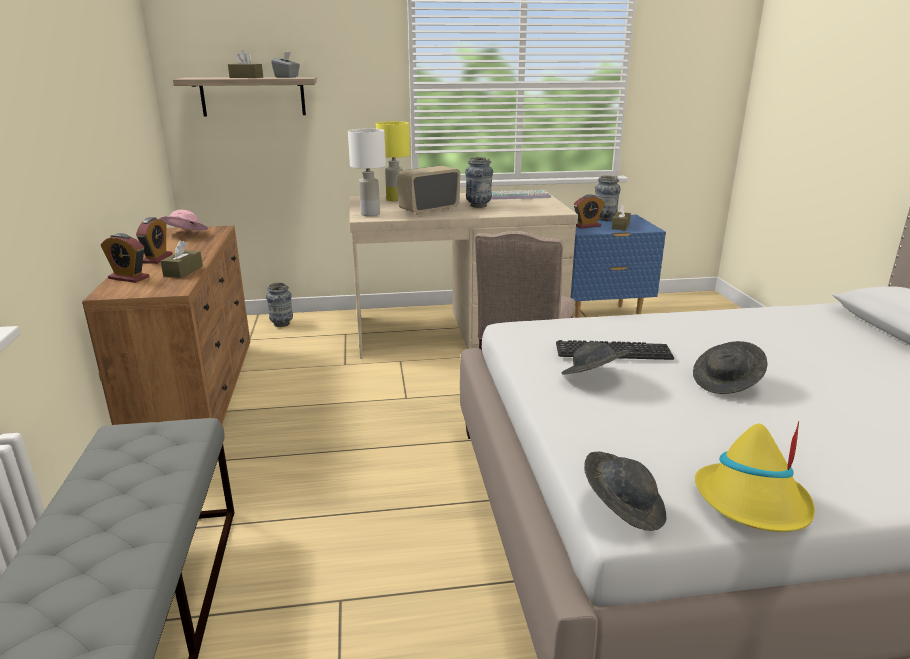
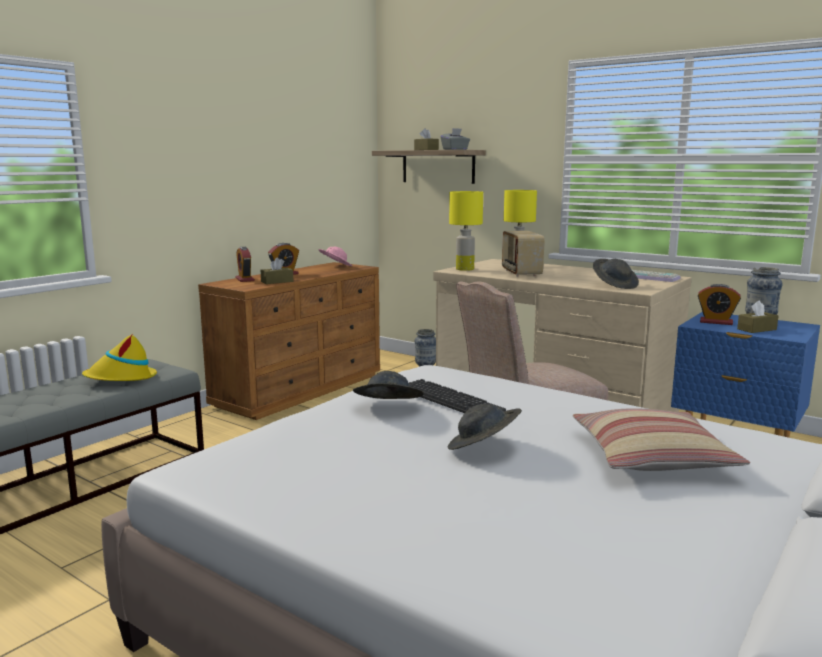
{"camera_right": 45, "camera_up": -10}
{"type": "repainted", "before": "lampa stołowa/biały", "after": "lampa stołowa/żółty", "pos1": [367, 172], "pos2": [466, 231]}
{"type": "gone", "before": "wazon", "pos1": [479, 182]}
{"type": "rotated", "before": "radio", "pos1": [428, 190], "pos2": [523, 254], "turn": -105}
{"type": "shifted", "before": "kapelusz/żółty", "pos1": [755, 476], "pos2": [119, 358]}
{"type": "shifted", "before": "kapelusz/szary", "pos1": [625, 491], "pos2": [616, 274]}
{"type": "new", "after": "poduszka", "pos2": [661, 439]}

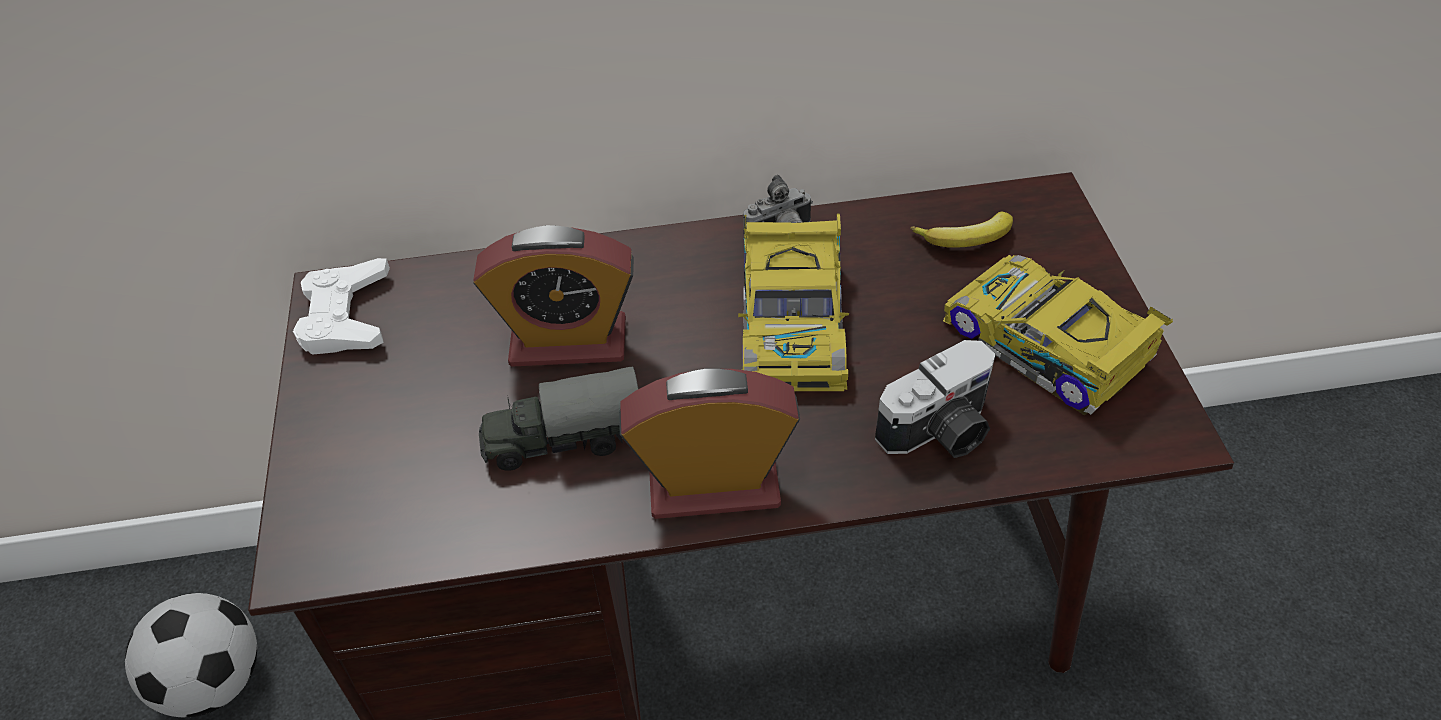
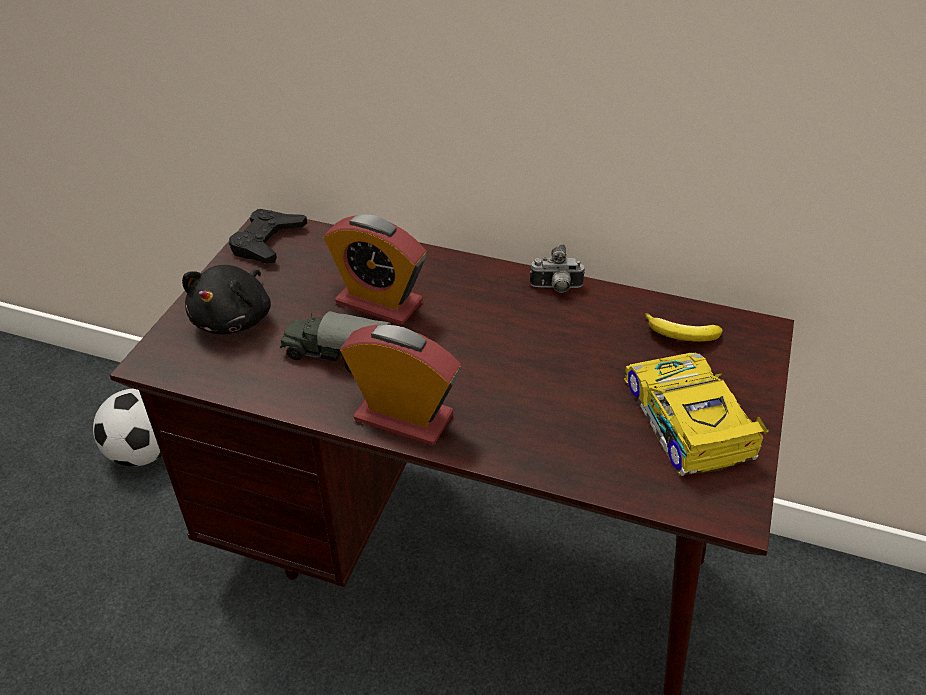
{"camera_right": 25, "camera_up": -5}
{"type": "gone", "before": "samochodzik", "pos1": [793, 303]}
{"type": "repainted", "before": "pad do gier/biały", "after": "pad do gier/czarny", "pos1": [341, 306], "pos2": [268, 236]}
{"type": "gone", "before": "aparat fotograficzny", "pos1": [935, 399]}
{"type": "new", "after": "pluszak/czarny", "pos2": [226, 299]}

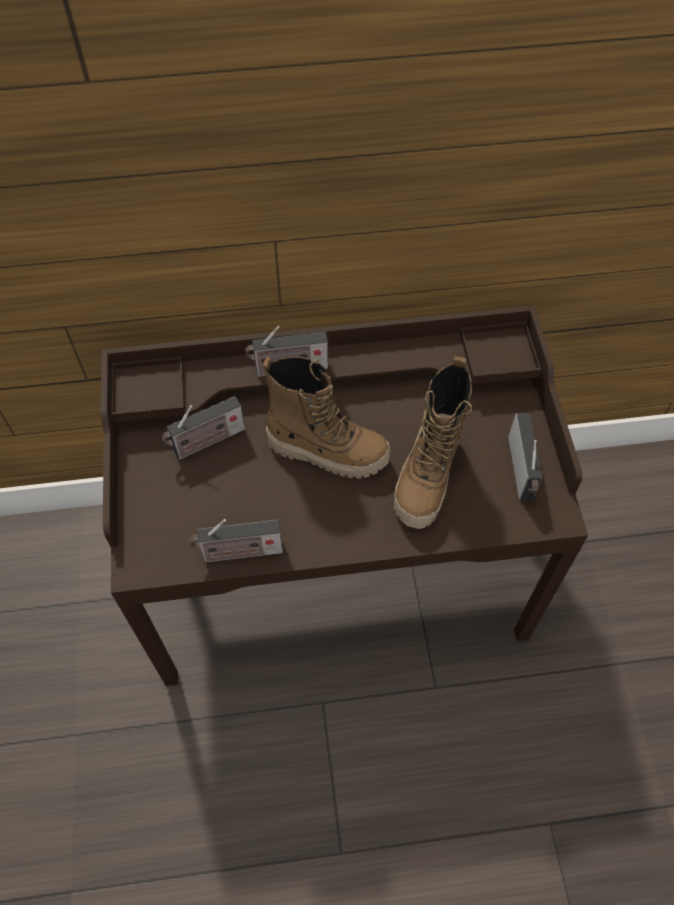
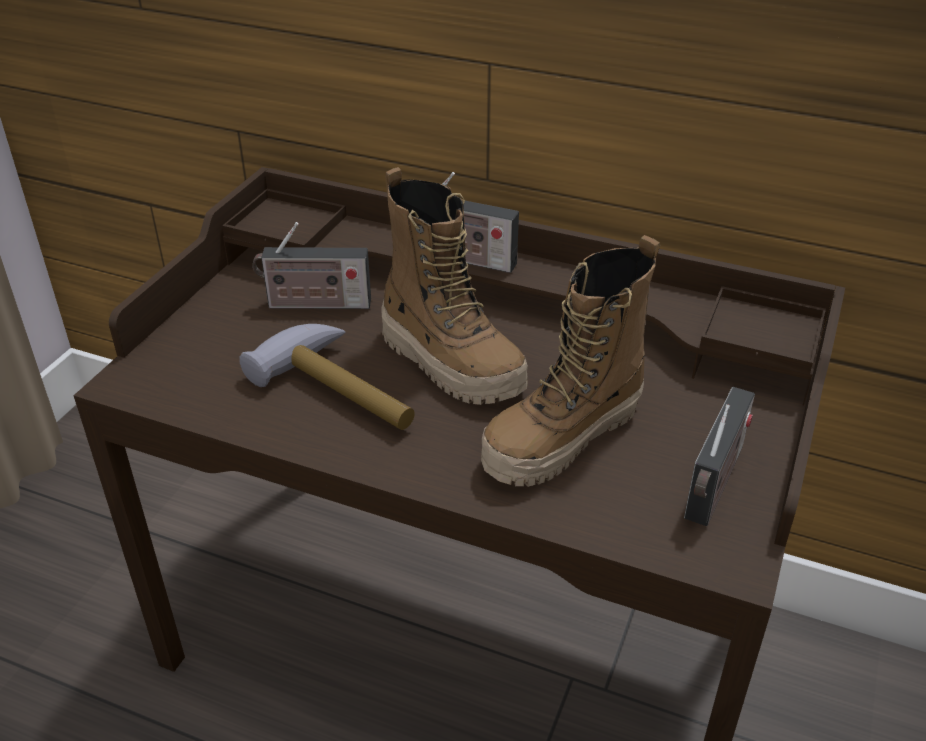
{"camera_right": 30, "camera_up": -20}
{"type": "gone", "before": "radio", "pos1": [236, 541]}
{"type": "new", "after": "młotek", "pos2": [327, 377]}

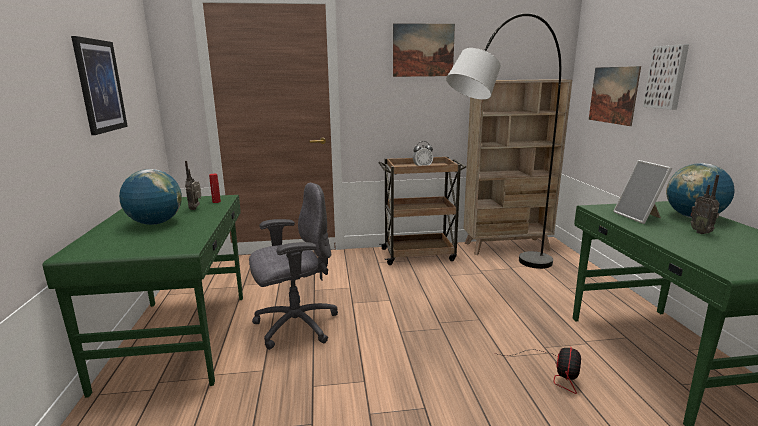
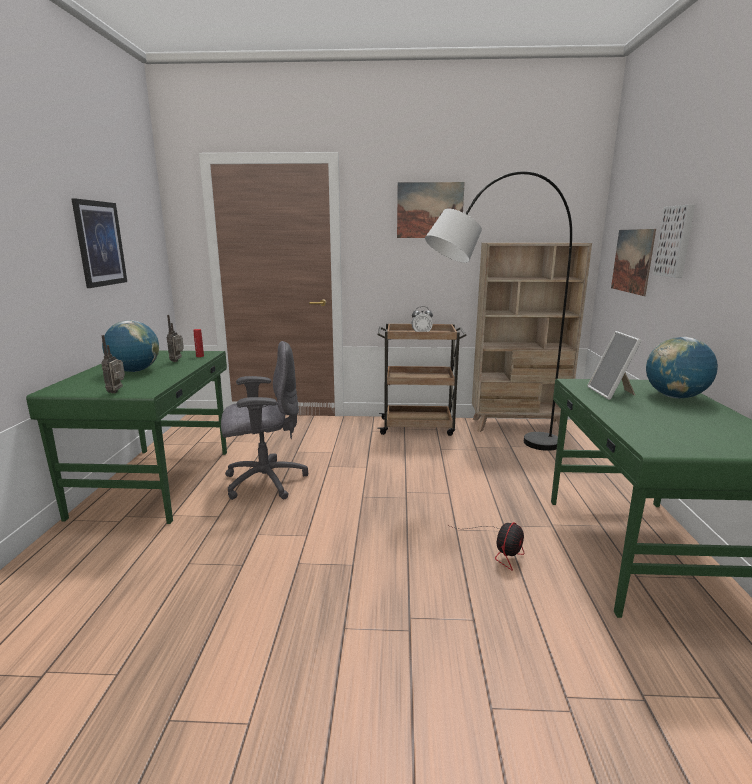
{"camera_right": 10, "camera_up": 0}
{"type": "shifted", "before": "radio", "pos1": [705, 204], "pos2": [113, 364]}

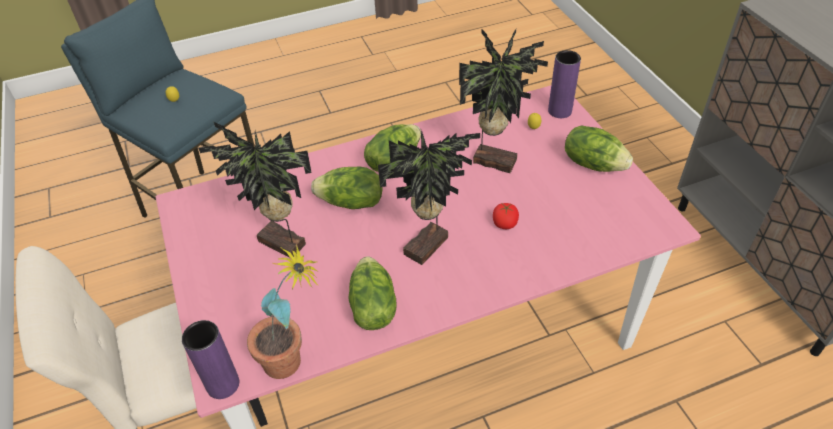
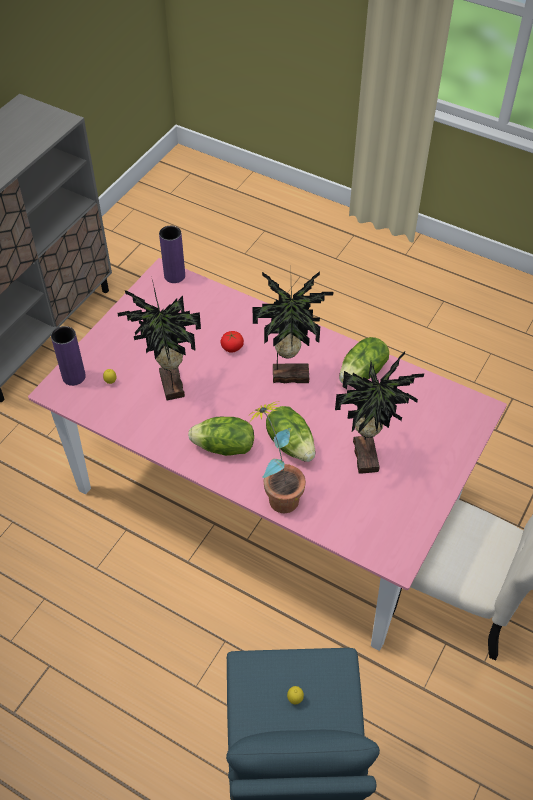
{"camera_right": -130, "camera_up": 5}
{"type": "gone", "before": "sałata", "pos1": [599, 148]}
{"type": "shifted", "before": "roślina doniczkowa", "pos1": [283, 311], "pos2": [277, 457]}
{"type": "shifted", "before": "wazon/fioletowy", "pos1": [210, 359], "pos2": [172, 254]}

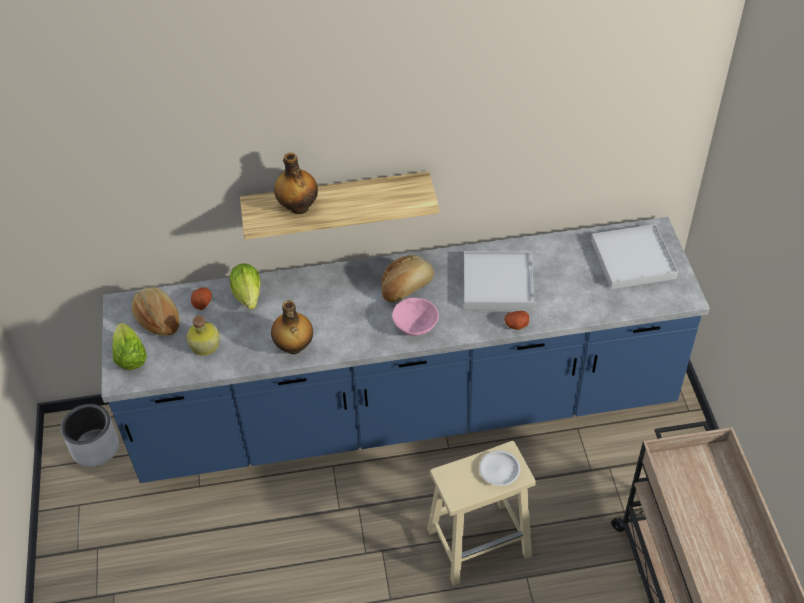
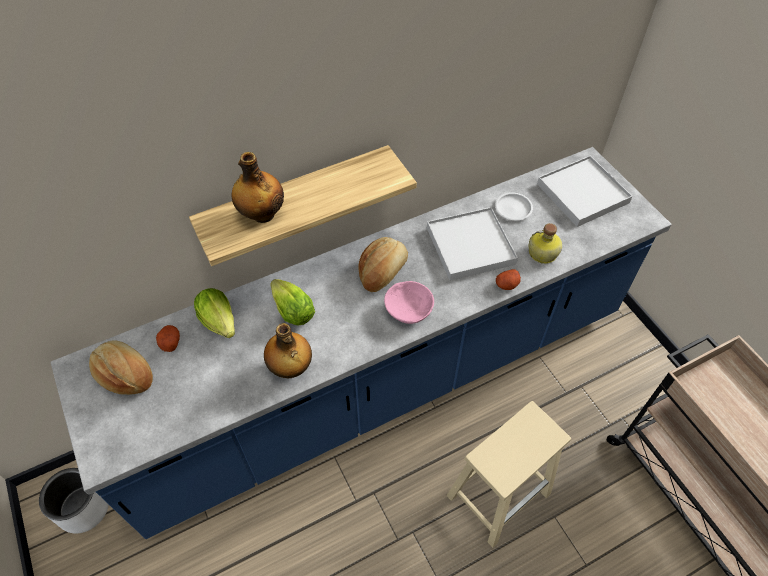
{"camera_right": -20, "camera_up": 5}
{"type": "shifted", "before": "butelka", "pos1": [203, 336], "pos2": [545, 243]}
{"type": "shifted", "before": "sałata", "pos1": [129, 346], "pos2": [292, 302]}
{"type": "shifted", "before": "talerz/biały", "pos1": [499, 468], "pos2": [514, 206]}

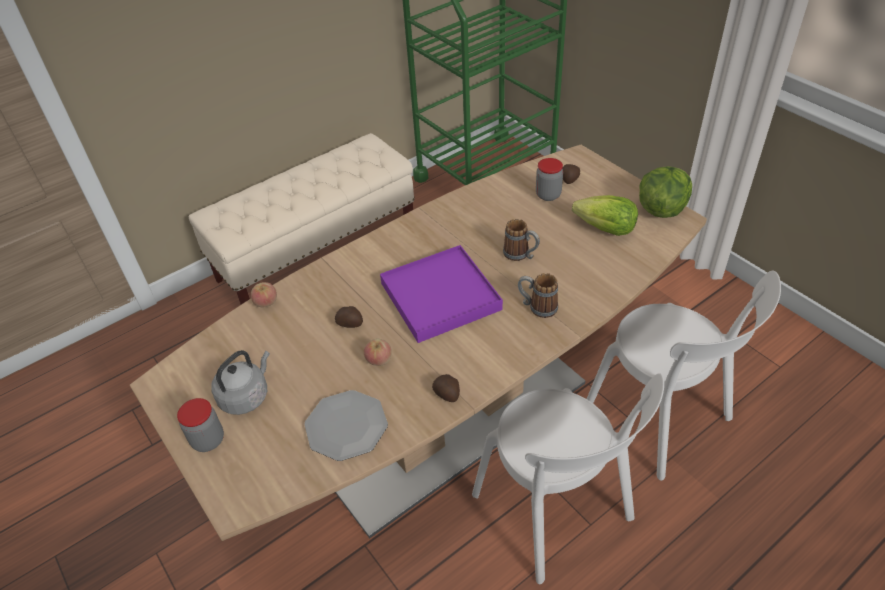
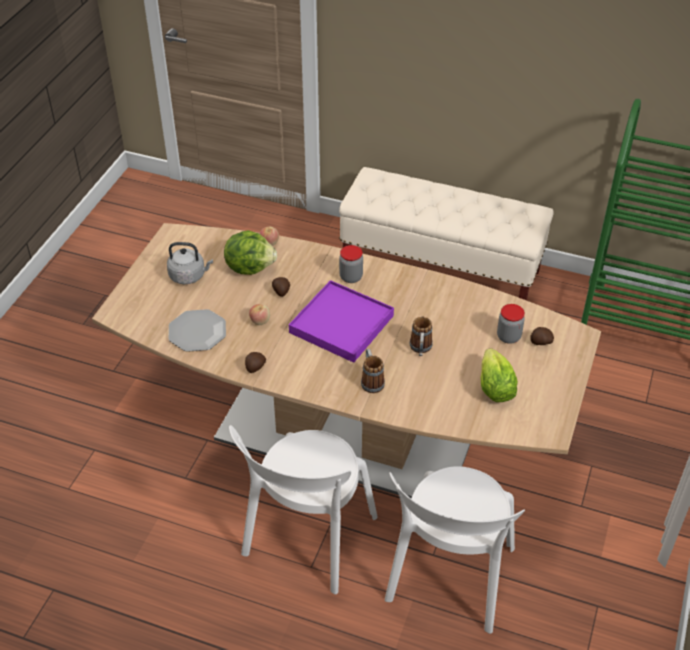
{"camera_right": 55, "camera_up": 0}
{"type": "shifted", "before": "sałata", "pos1": [665, 192], "pos2": [250, 252]}
{"type": "shifted", "before": "słoik", "pos1": [200, 425], "pos2": [351, 264]}

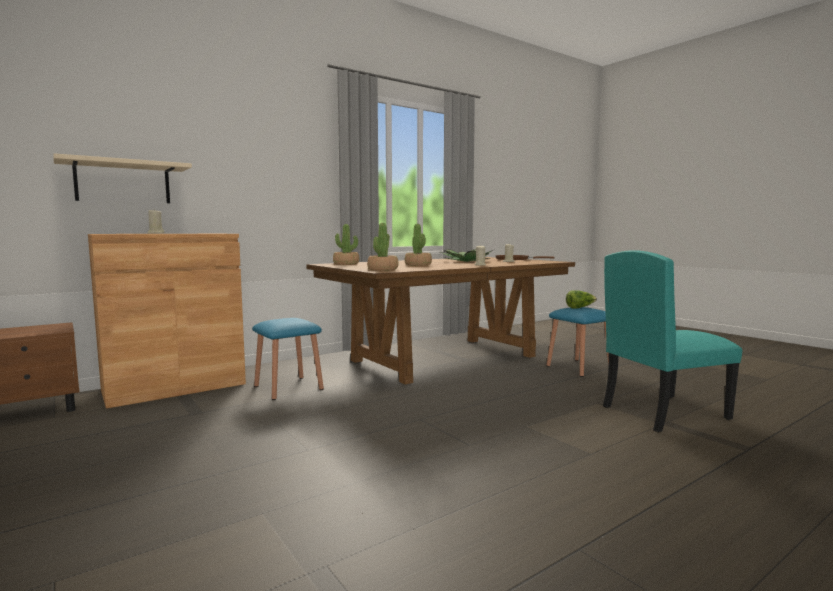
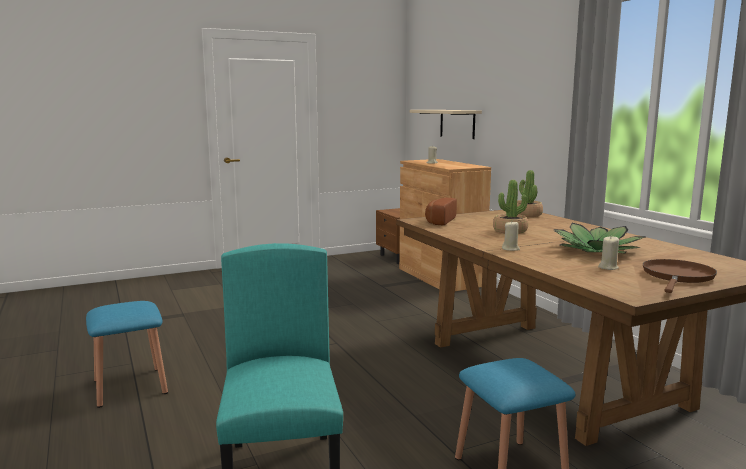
{"camera_right": 100, "camera_up": 5}
{"type": "swapped", "before": "roślina doniczkowa", "after": "chleb", "pos1": [382, 247], "pos2": [441, 211]}
{"type": "gone", "before": "sałata", "pos1": [581, 299]}
{"type": "shifted", "before": "stołek/niebieski", "pos1": [288, 359], "pos2": [127, 354]}

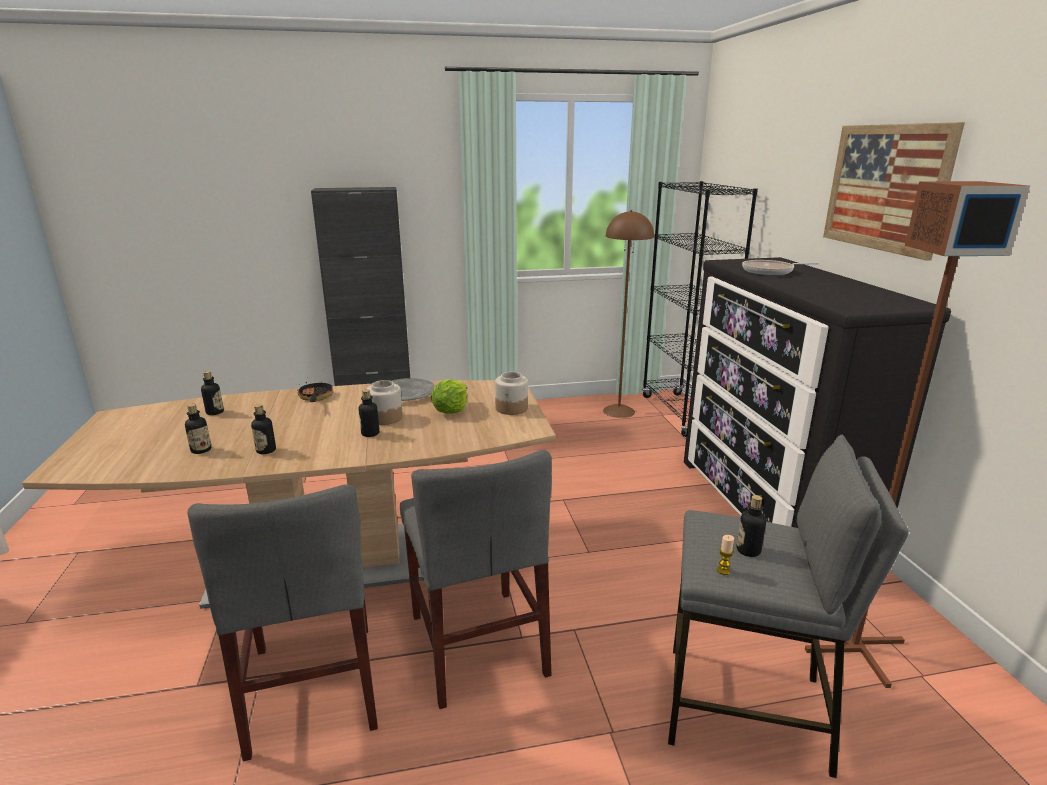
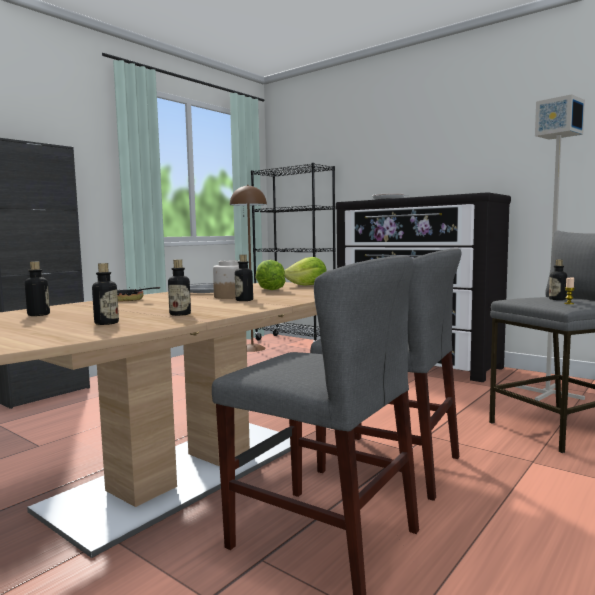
{"camera_right": -40, "camera_up": -15}
{"type": "gone", "before": "obraz", "pos1": [894, 191]}
{"type": "repainted", "before": "lampa stojąca/brązowy", "after": "lampa stojąca/szary", "pos1": [917, 434], "pos2": [550, 247]}
{"type": "swapped", "before": "słoik", "after": "sałata", "pos1": [511, 393], "pos2": [305, 271]}

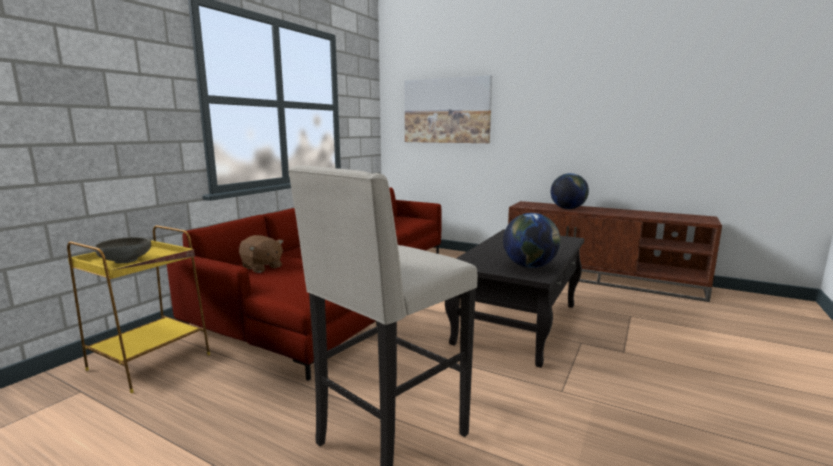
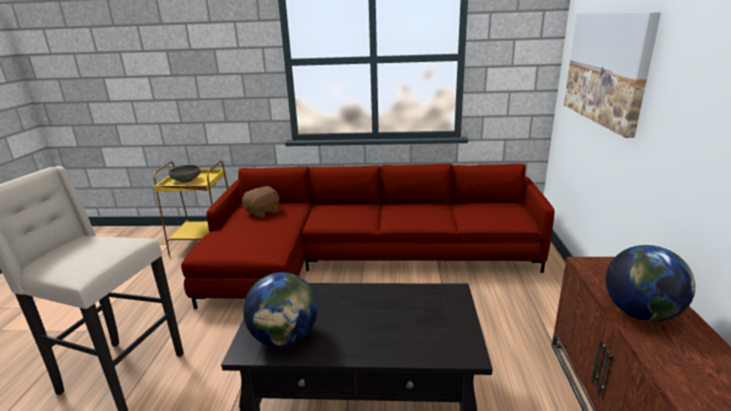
{"camera_right": 65, "camera_up": 10}
{"type": "rotated", "before": "pluszak/brązowy", "pos1": [261, 254], "pos2": [260, 202], "turn": -150}

